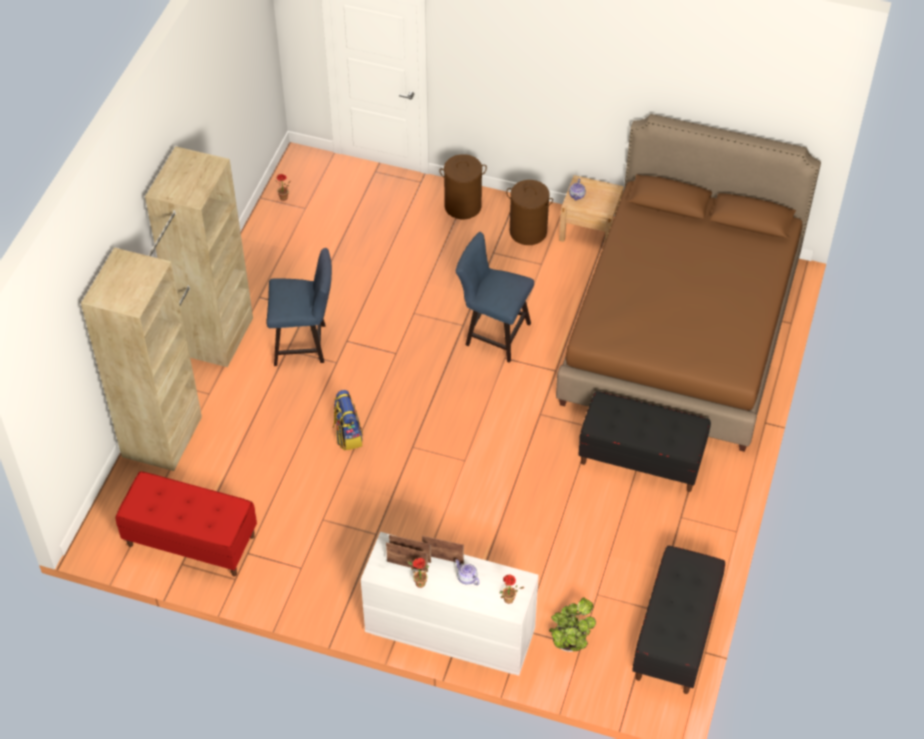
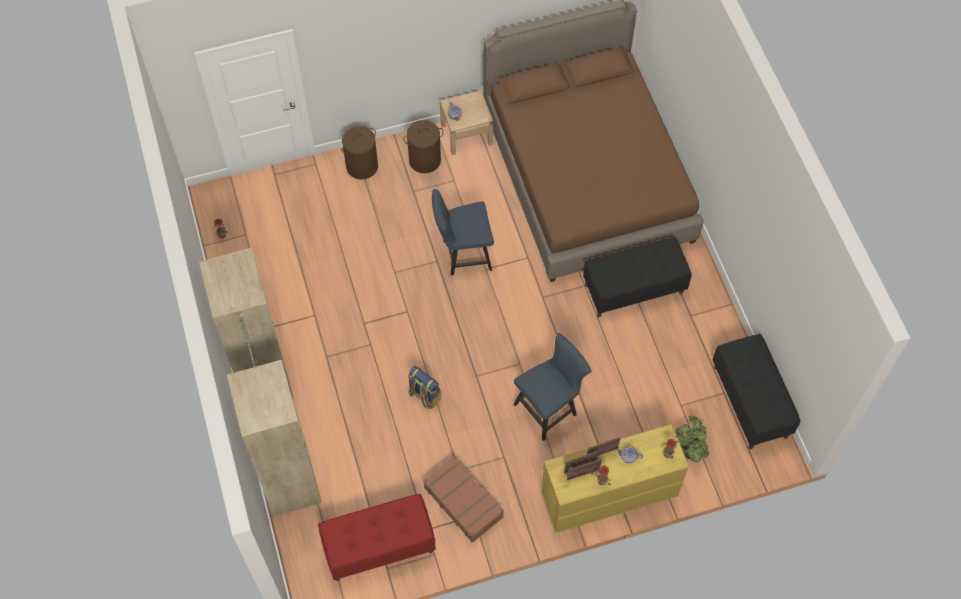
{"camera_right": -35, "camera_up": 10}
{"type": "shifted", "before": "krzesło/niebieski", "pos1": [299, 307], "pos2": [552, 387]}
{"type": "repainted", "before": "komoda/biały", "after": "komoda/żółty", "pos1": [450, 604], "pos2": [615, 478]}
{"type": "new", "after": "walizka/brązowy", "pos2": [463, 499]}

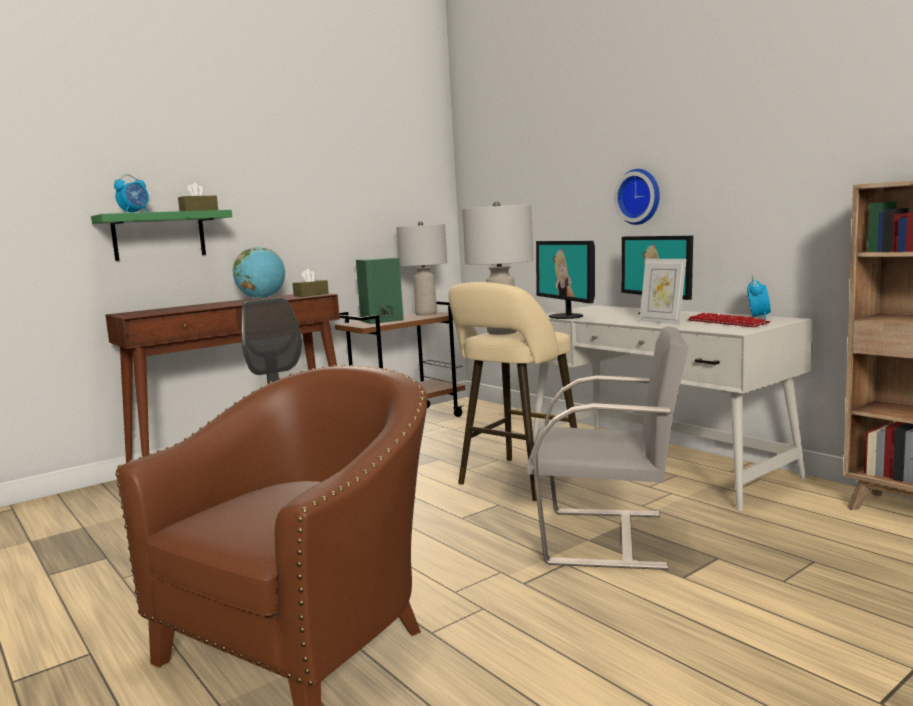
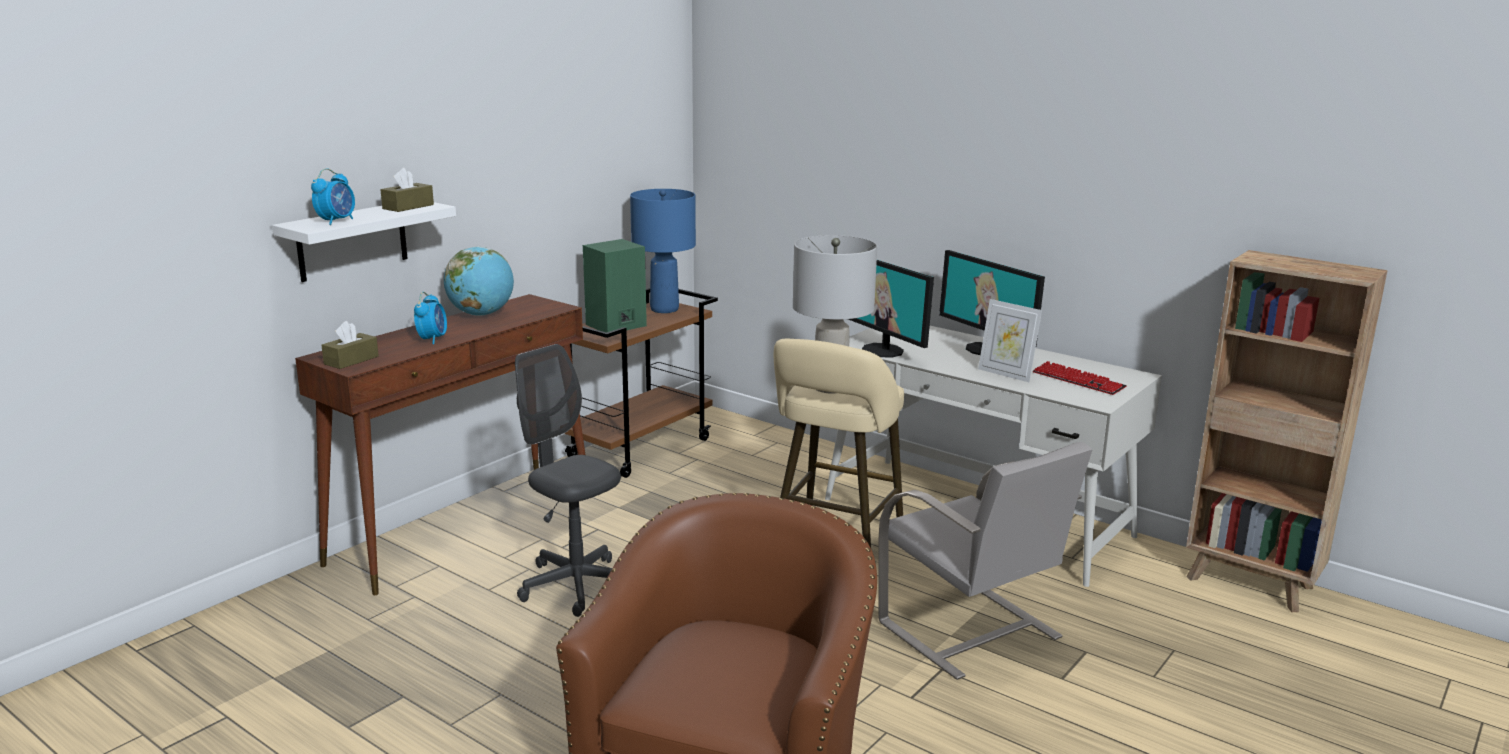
{"camera_right": -15, "camera_up": 10}
{"type": "gone", "before": "zegar ścienny", "pos1": [637, 197]}
{"type": "repainted", "before": "półka/zielony", "after": "półka/biały", "pos1": [161, 235], "pos2": [364, 242]}
{"type": "repainted", "before": "lampa stołowa/szary", "after": "lampa stołowa/niebieski", "pos1": [421, 269], "pos2": [663, 251]}
{"type": "shifted", "before": "pudełko chusteczek/brązowy", "pos1": [310, 282], "pos2": [350, 345]}
{"type": "shifted", "before": "budzik", "pos1": [759, 297], "pos2": [430, 318]}
{"type": "rotated", "before": "krzesło/szary", "pos1": [608, 448], "pos2": [986, 561], "turn": 60}

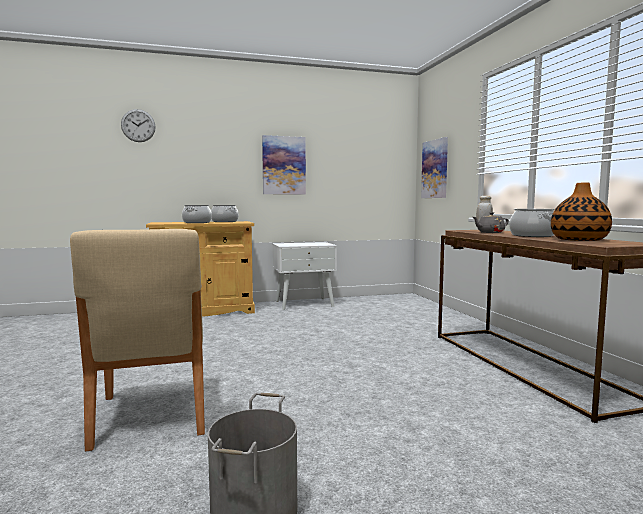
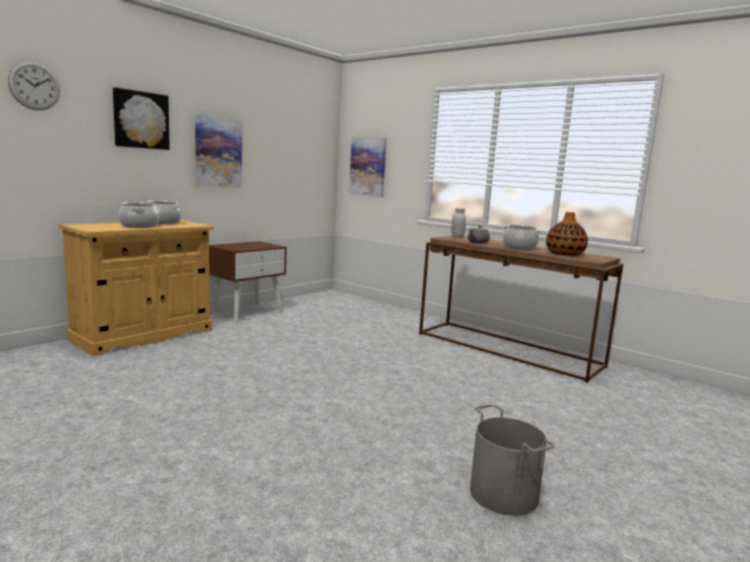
{"camera_right": -35, "camera_up": 5}
{"type": "gone", "before": "krzesło/beżowy", "pos1": [137, 340]}
{"type": "repainted", "before": "szafka nocna/biały", "after": "szafka nocna/brązowy", "pos1": [305, 276], "pos2": [248, 281]}
{"type": "new", "after": "obraz", "pos2": [141, 118]}

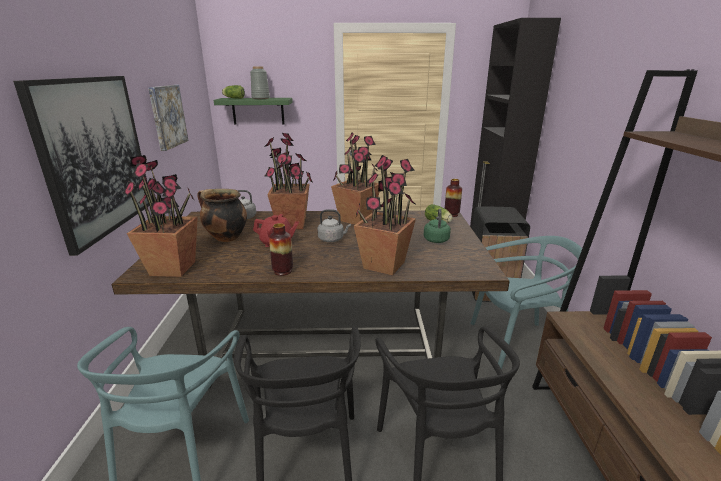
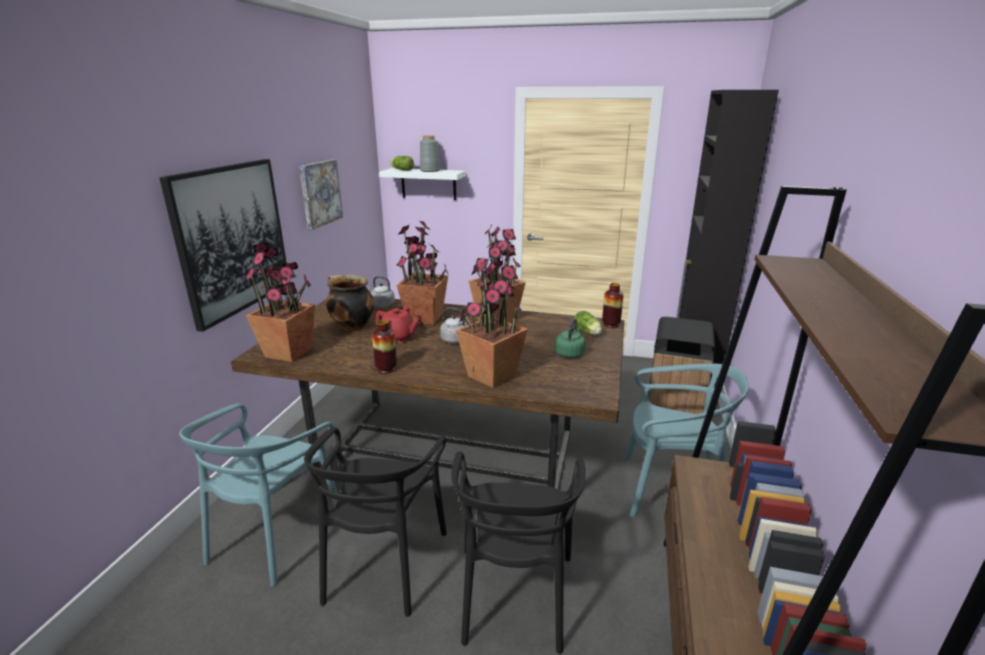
{"camera_right": 15, "camera_up": 0}
{"type": "repainted", "before": "półka/zielony", "after": "półka/biały", "pos1": [253, 111], "pos2": [422, 184]}

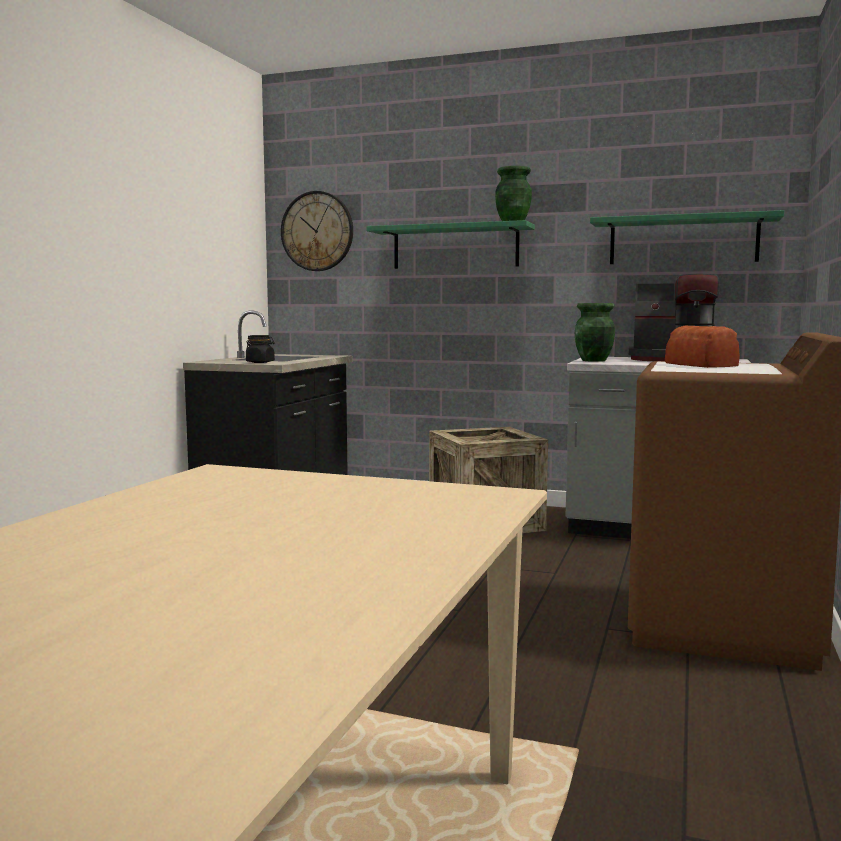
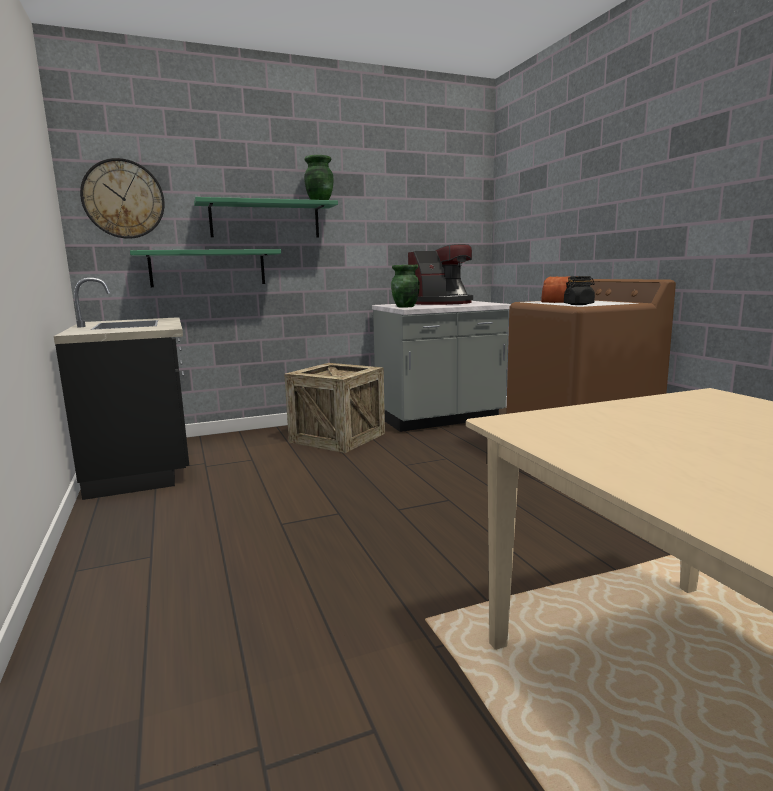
{"camera_right": -40, "camera_up": 5}
{"type": "shifted", "before": "półka/zielony", "pos1": [687, 237], "pos2": [205, 268]}
{"type": "shifted", "before": "słoik/czarny", "pos1": [260, 349], "pos2": [579, 290]}

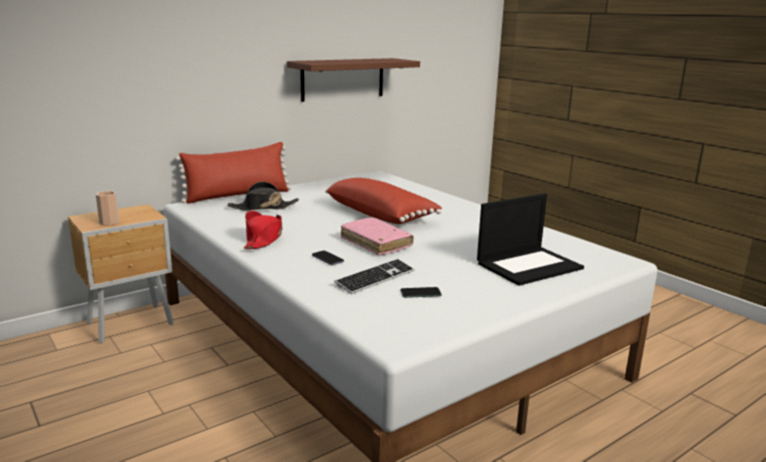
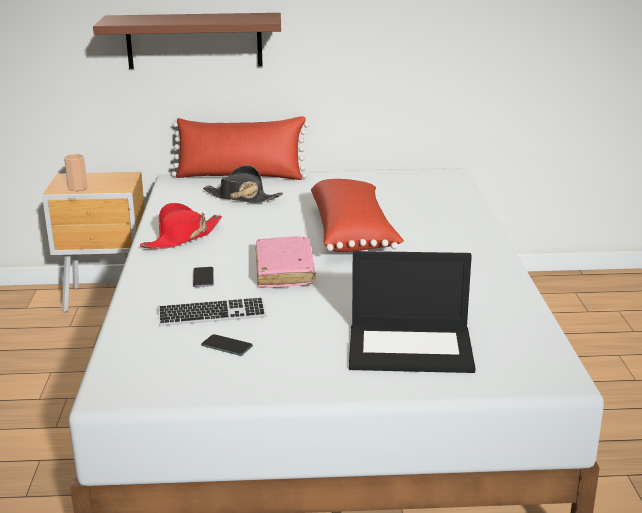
{"camera_right": 35, "camera_up": 5}
{"type": "shifted", "before": "półka/brązowy", "pos1": [353, 80], "pos2": [187, 41]}

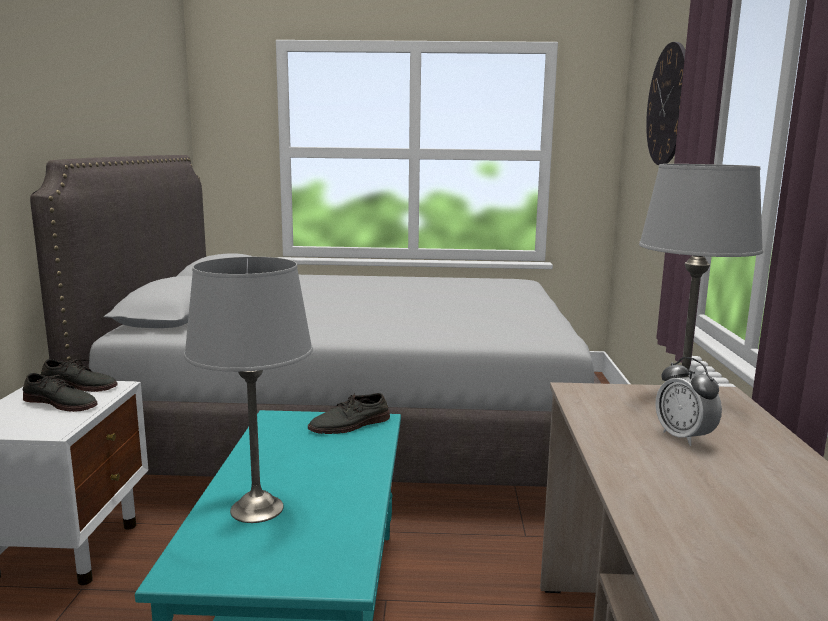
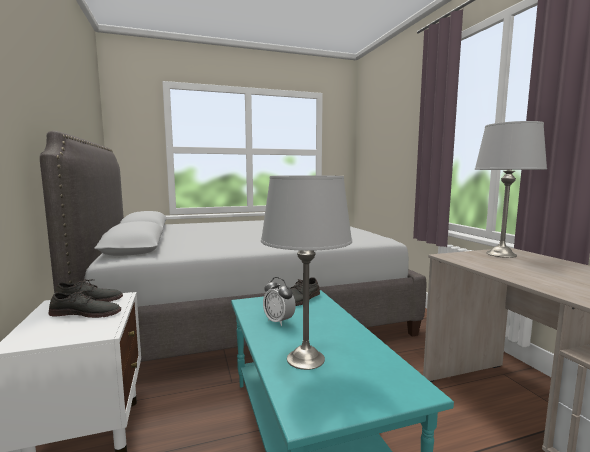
{"camera_right": -20, "camera_up": -5}
{"type": "gone", "before": "zegar ścienny", "pos1": [666, 103]}
{"type": "shifted", "before": "budzik", "pos1": [688, 401], "pos2": [279, 301]}

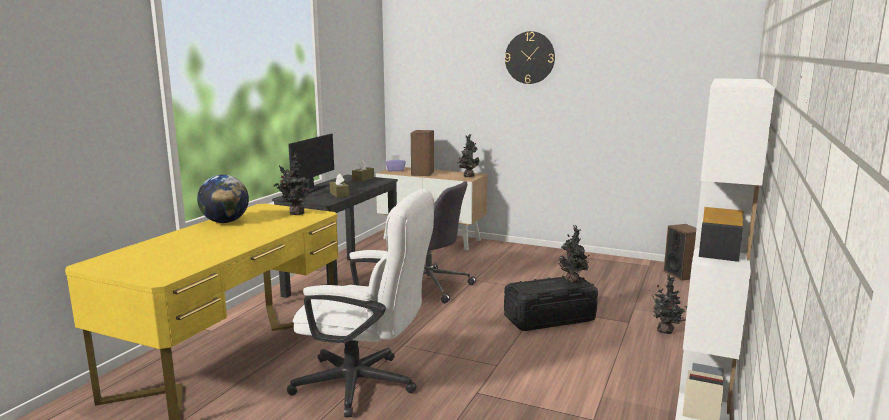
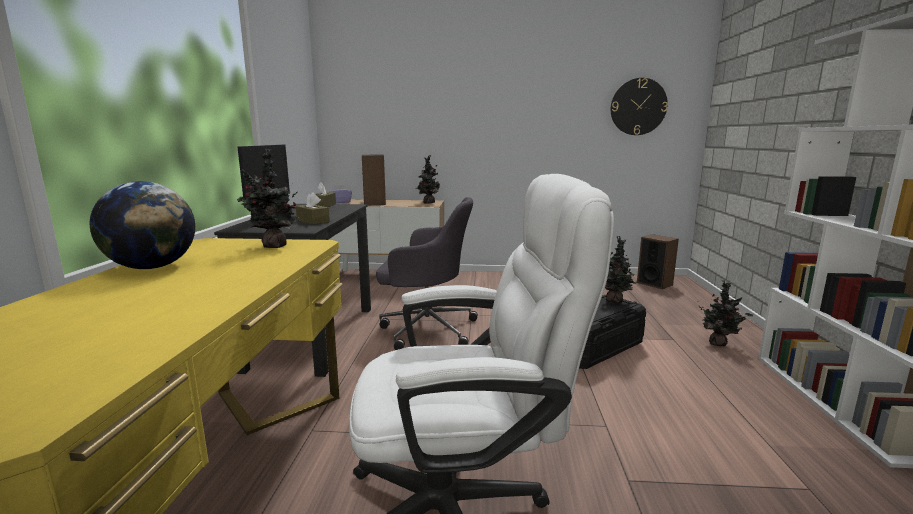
{"camera_right": -20, "camera_up": 0}
{"type": "shifted", "before": "zegar ścienny", "pos1": [530, 57], "pos2": [639, 106]}

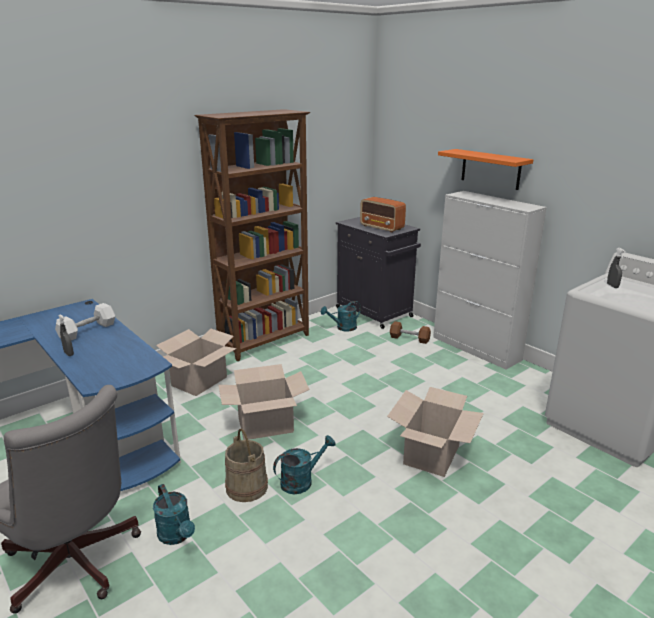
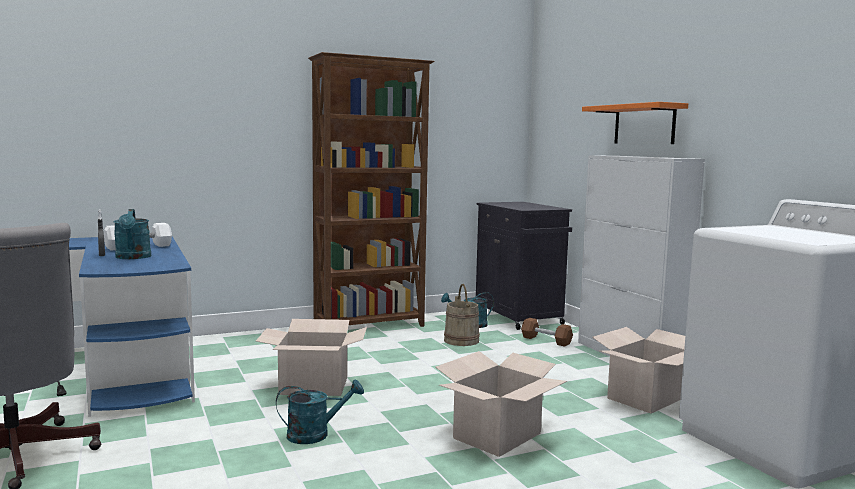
{"camera_right": 15, "camera_up": -15}
{"type": "gone", "before": "radio", "pos1": [383, 215]}
{"type": "gone", "before": "spryskiwacz/szary", "pos1": [616, 268]}
{"type": "shifted", "before": "karton", "pos1": [196, 362], "pos2": [638, 370]}
{"type": "shifted", "before": "wiadro/beżowy", "pos1": [246, 465], "pos2": [462, 315]}
{"type": "shifted", "before": "konewka/turkusowy", "pos1": [174, 514], "pos2": [132, 234]}

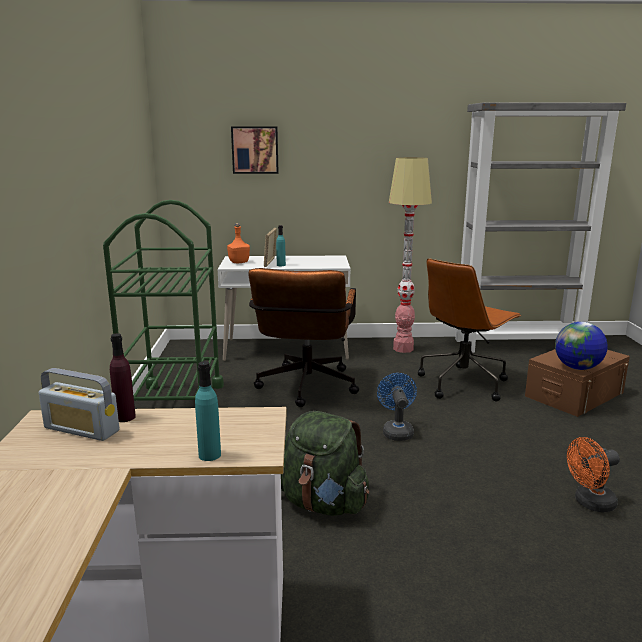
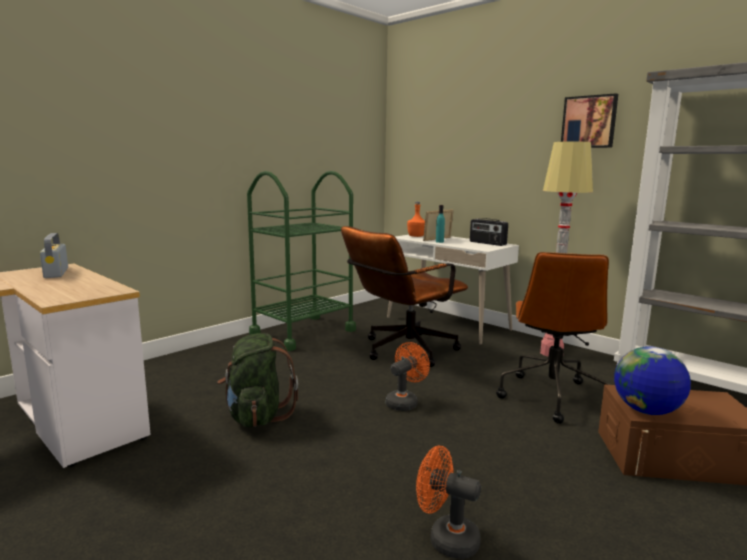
{"camera_right": 45, "camera_up": -5}
{"type": "shifted", "before": "obraz", "pos1": [254, 150], "pos2": [589, 120]}
{"type": "rotated", "before": "krzesło biurowe/brązowy", "pos1": [470, 330], "pos2": [553, 338], "turn": -75}
{"type": "gone", "before": "butelka/fioletowy", "pos1": [123, 377]}
{"type": "gone", "before": "butelka/turkusowy", "pos1": [208, 411]}
{"type": "repainted", "before": "wentylator/niebieski", "after": "wentylator/pomarańczowy", "pos1": [397, 407], "pos2": [408, 376]}
{"type": "new", "after": "radio", "pos2": [489, 232]}

